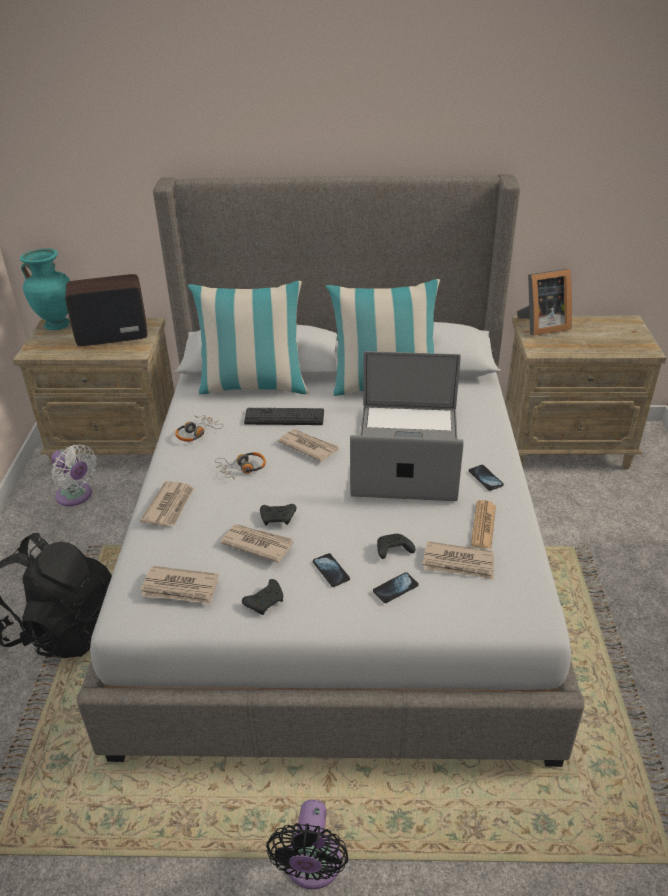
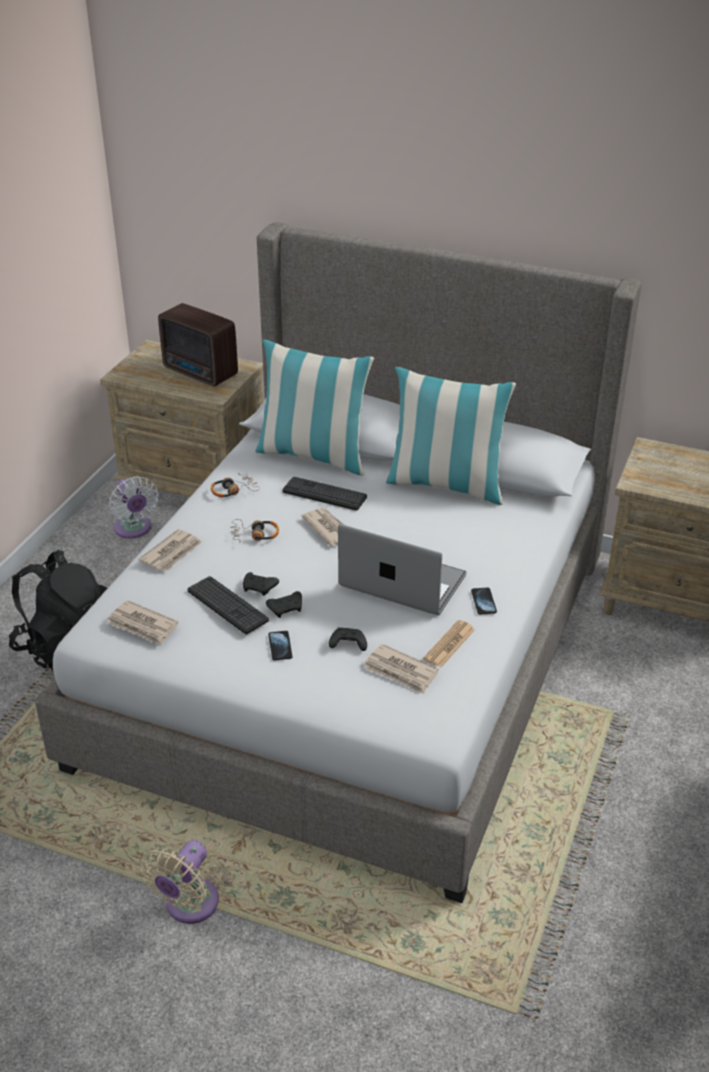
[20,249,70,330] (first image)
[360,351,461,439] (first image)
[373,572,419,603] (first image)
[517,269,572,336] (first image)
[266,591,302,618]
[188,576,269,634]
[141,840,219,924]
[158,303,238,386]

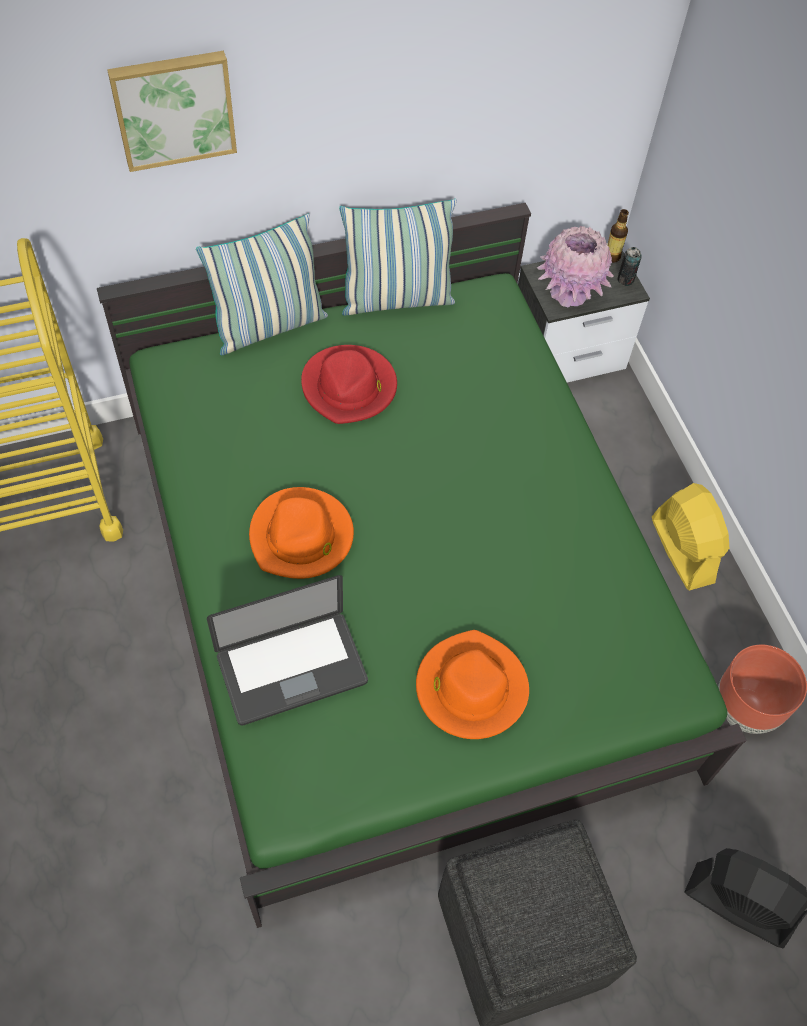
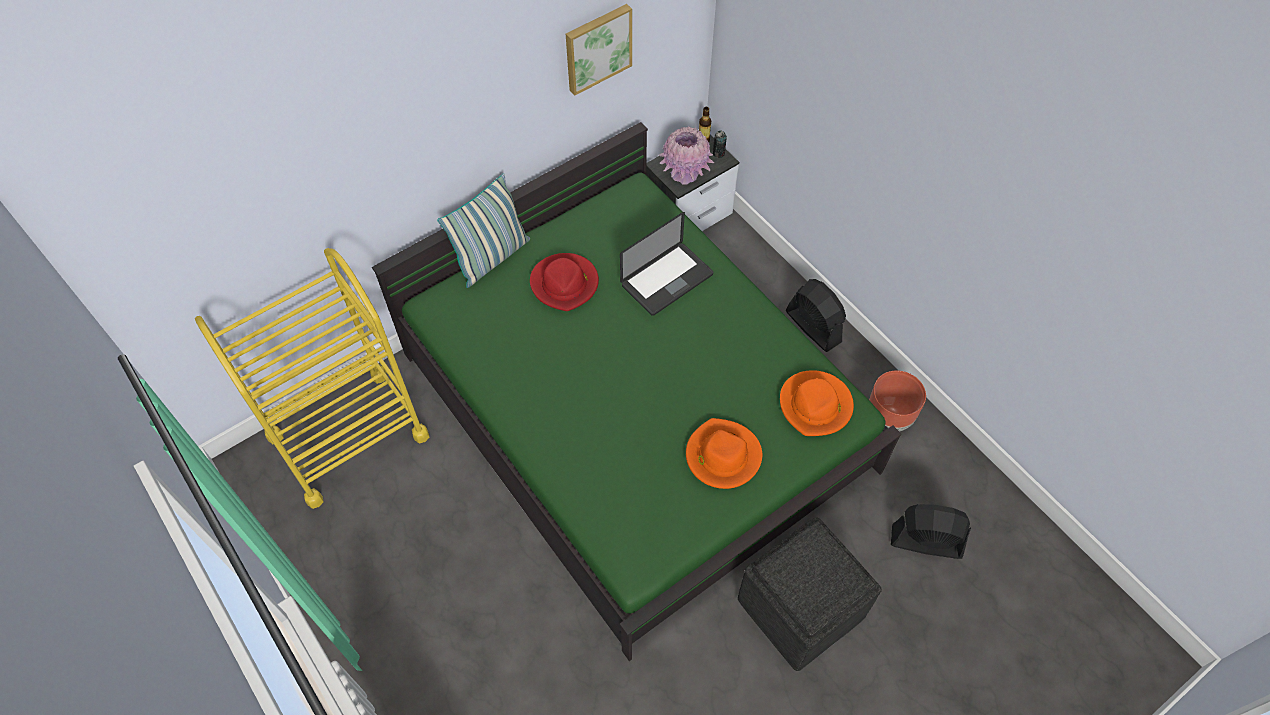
[339,199,457,316] (first image)
[566,4,632,96]
[620,212,713,316]
[780,370,854,436]
[786,279,846,352]

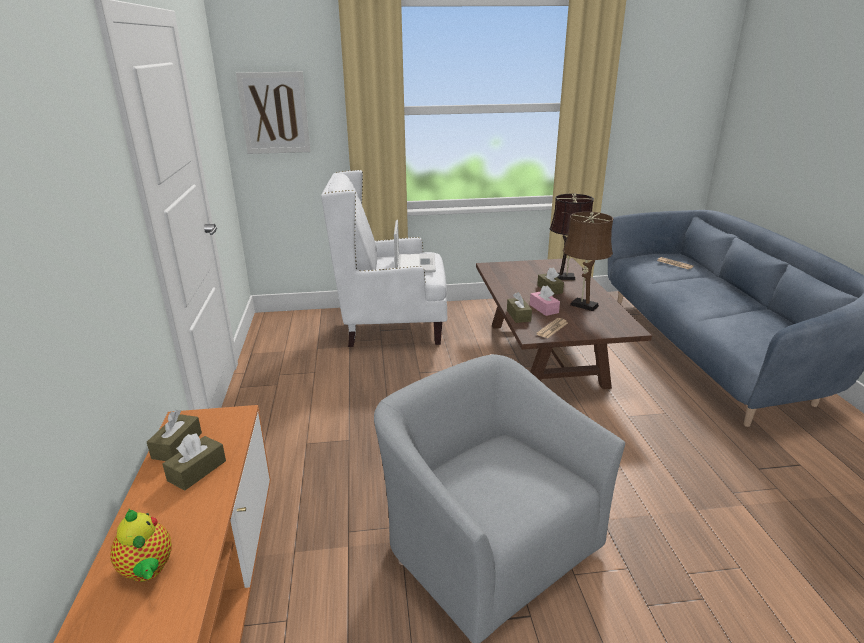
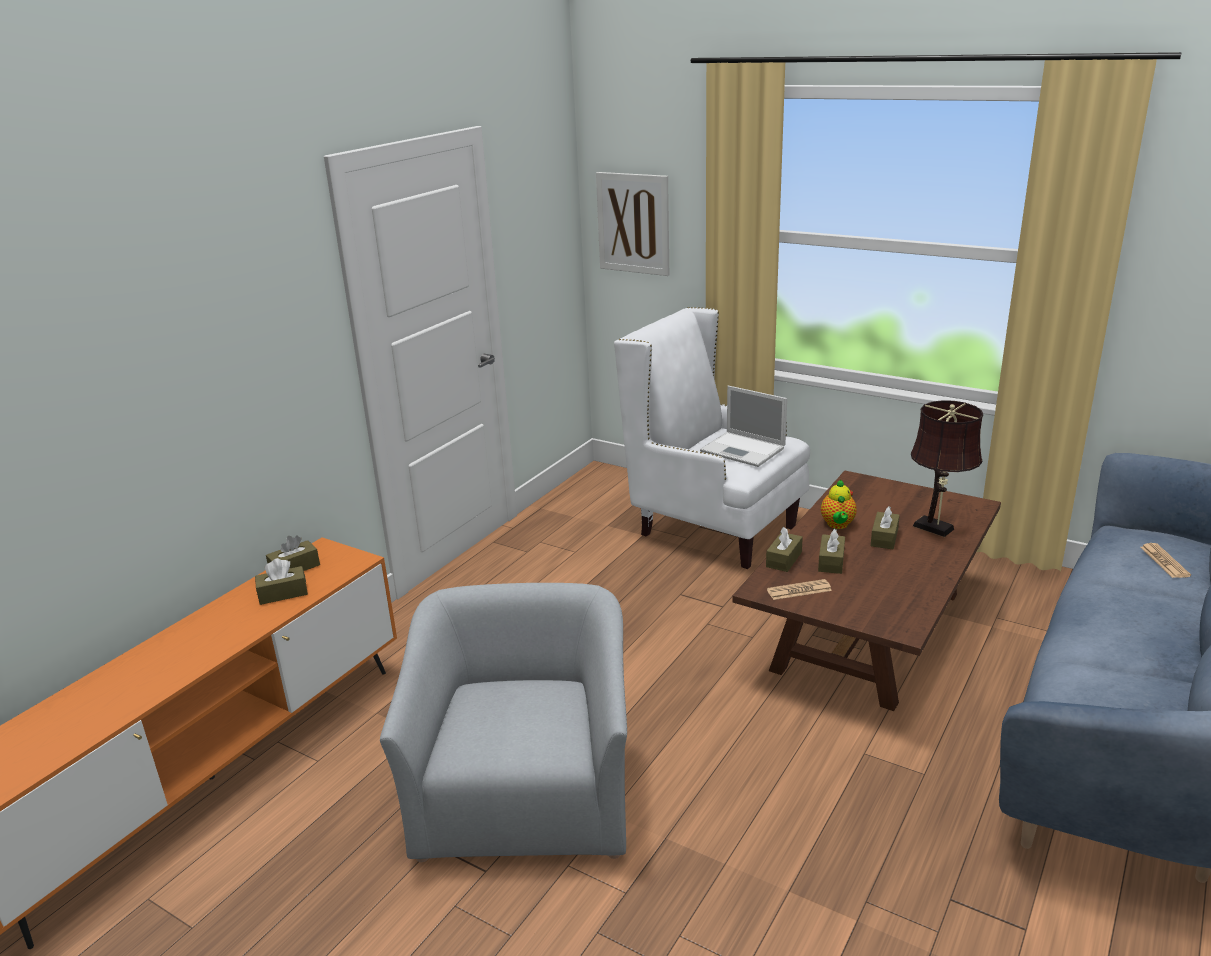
[563,212,613,311] (first image)
[821,479,857,529]
[818,528,845,574]
[700,386,787,467]

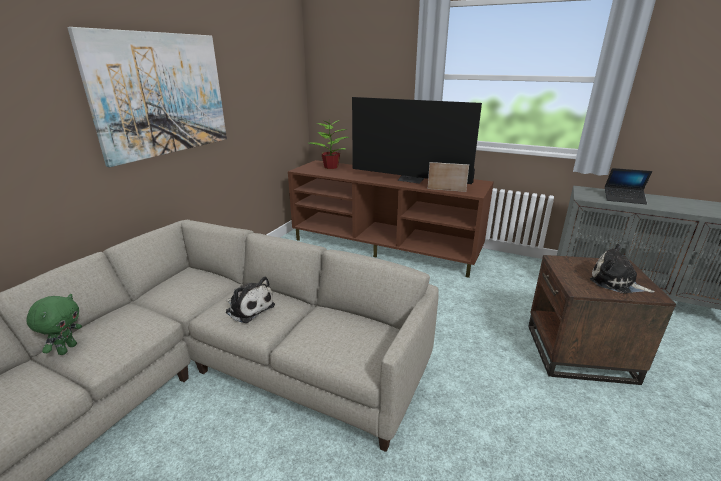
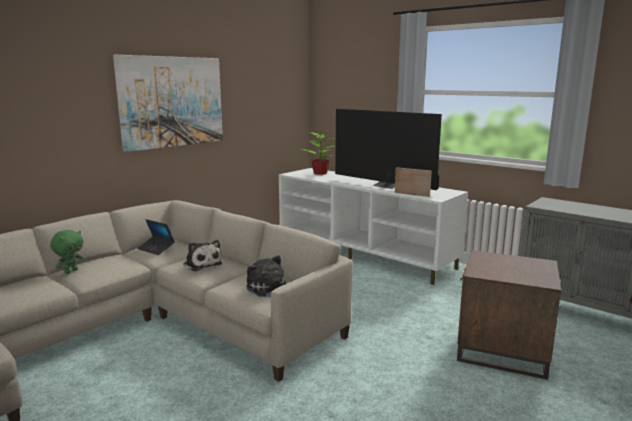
[247,255,286,297]
[137,219,175,255]
[279,168,468,285]

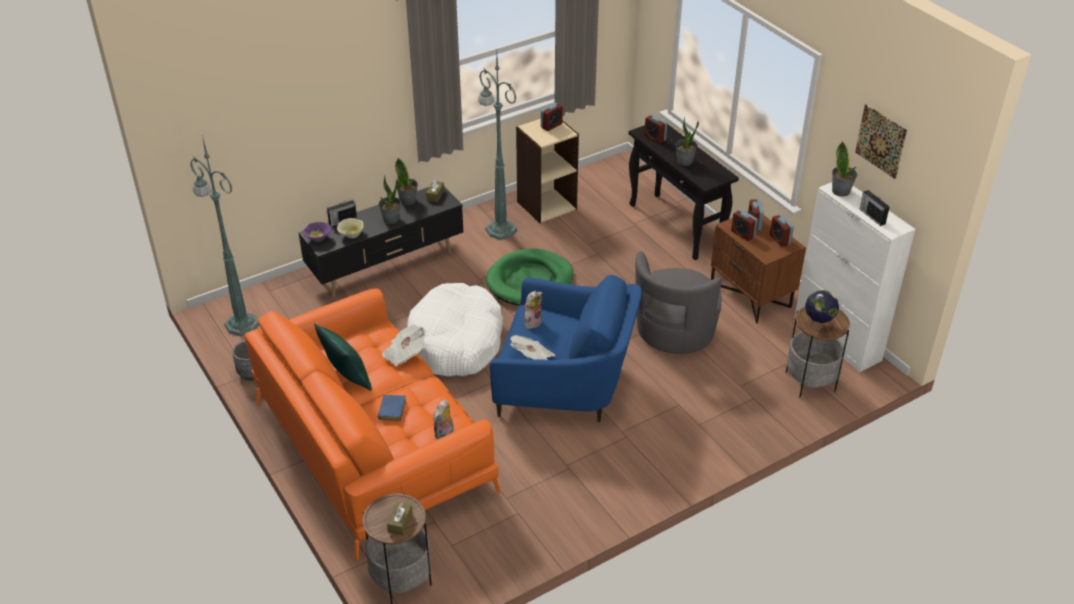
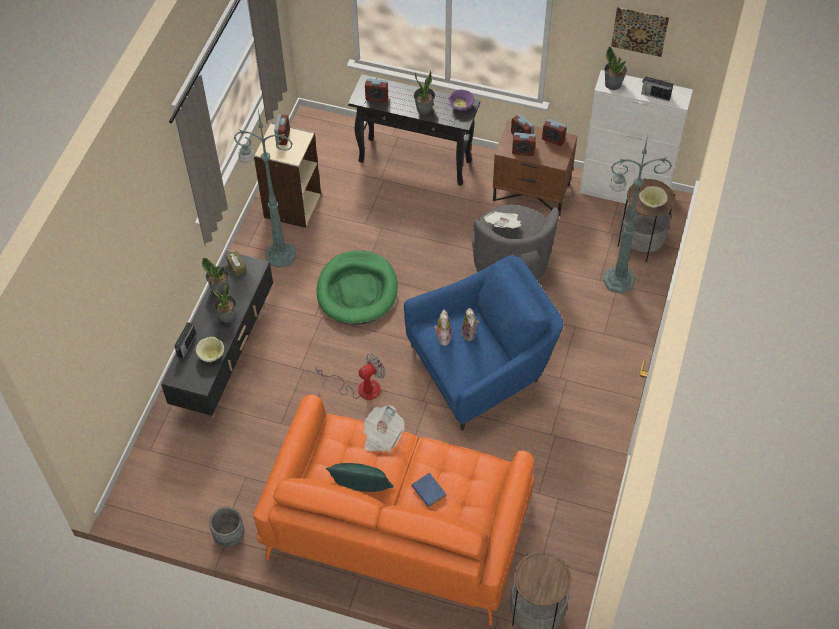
[387,502,413,536] (first image)
[603,136,672,293]
[449,90,475,110]
[461,308,479,341]
[484,211,521,228]
[316,354,386,400]
[639,186,668,207]

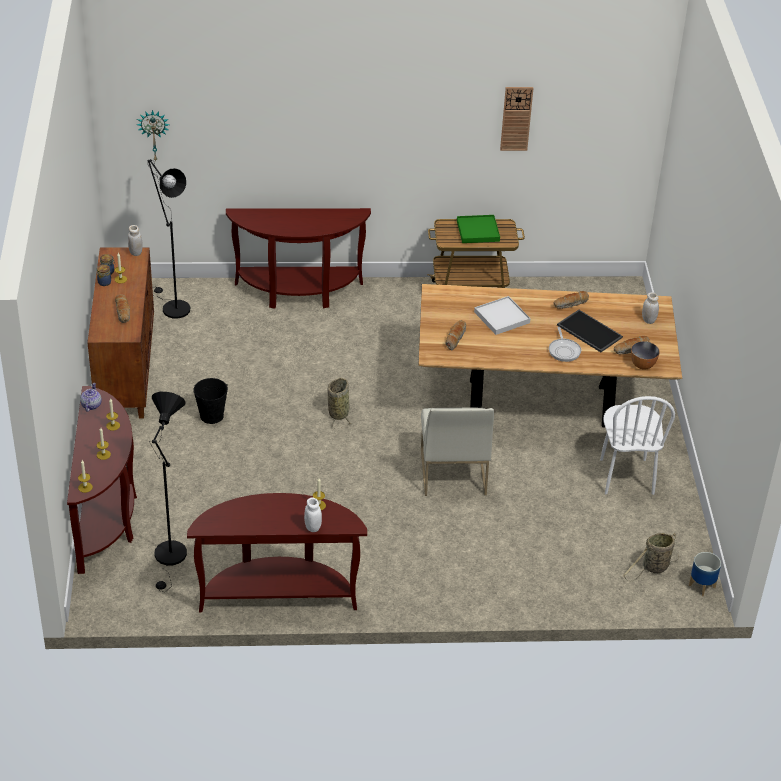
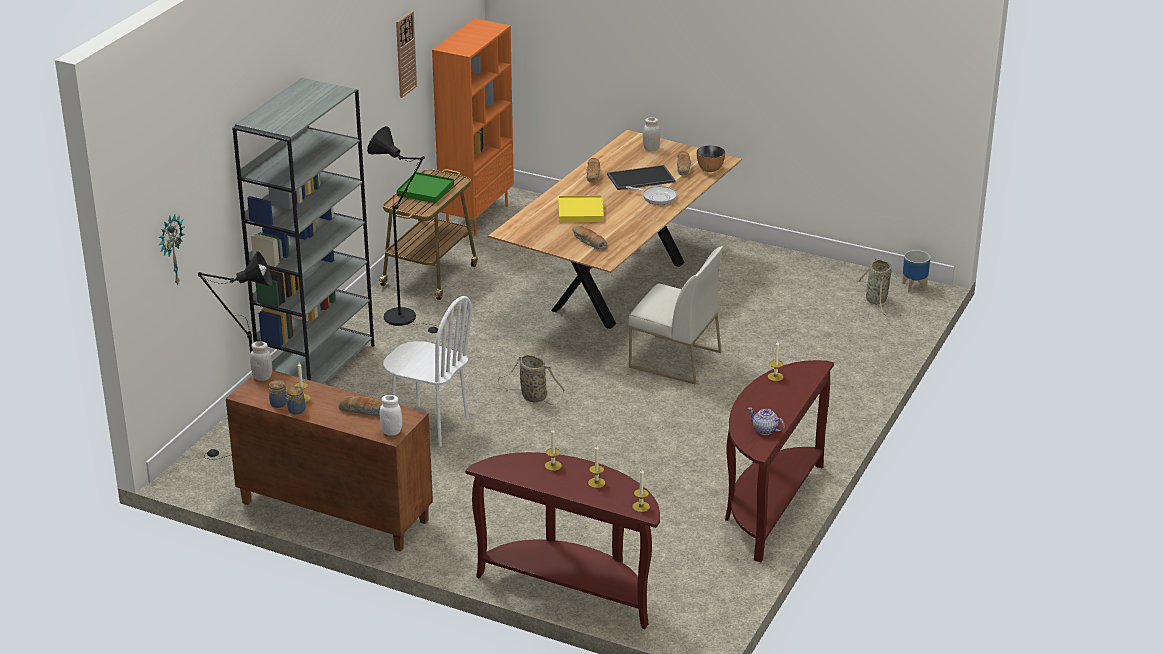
[194,378,228,424] (first image)
[432,18,514,235]
[748,407,785,435]
[367,126,438,333]
[380,395,402,436]
[383,296,472,447]
[232,78,374,384]
[558,195,604,222]

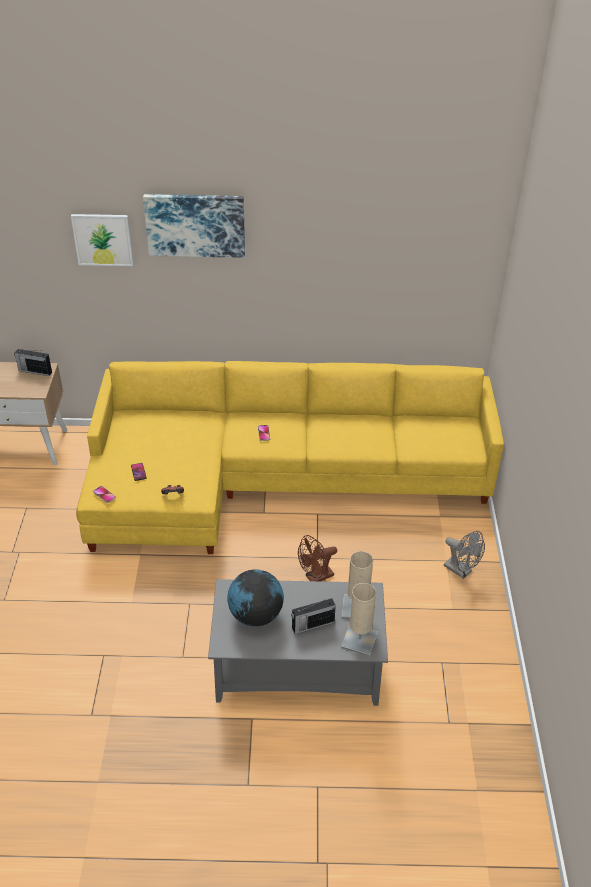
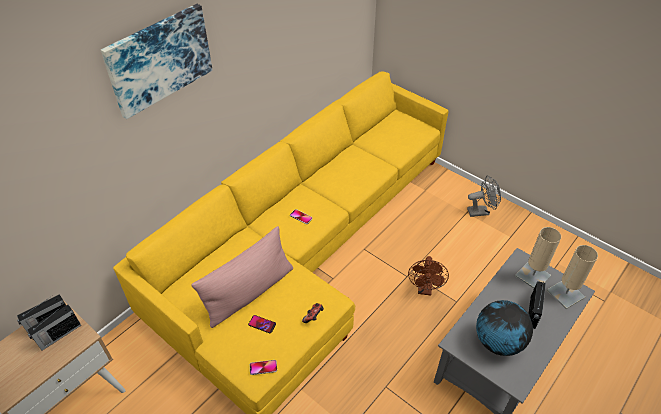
[71,214,133,266] (first image)
[27,305,81,351]
[191,226,293,328]

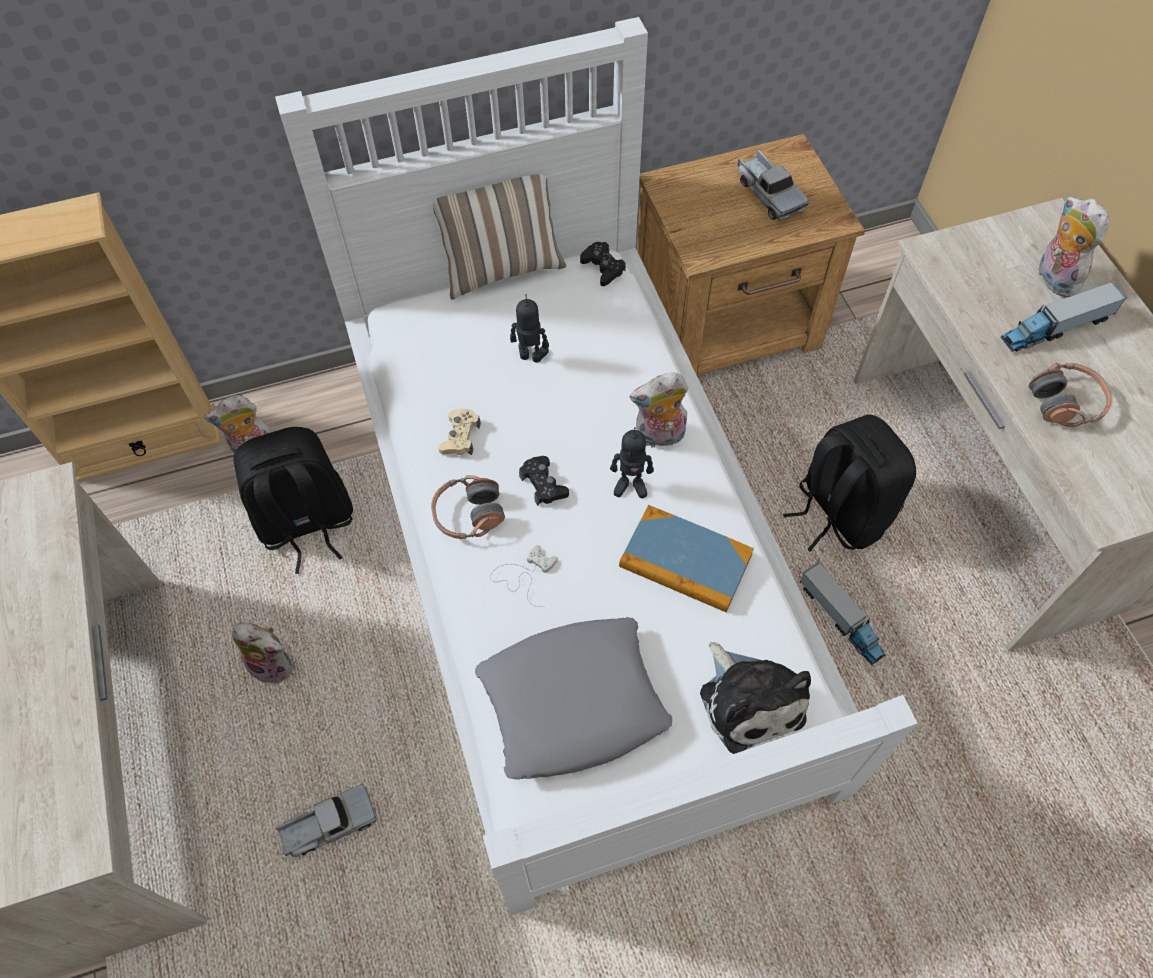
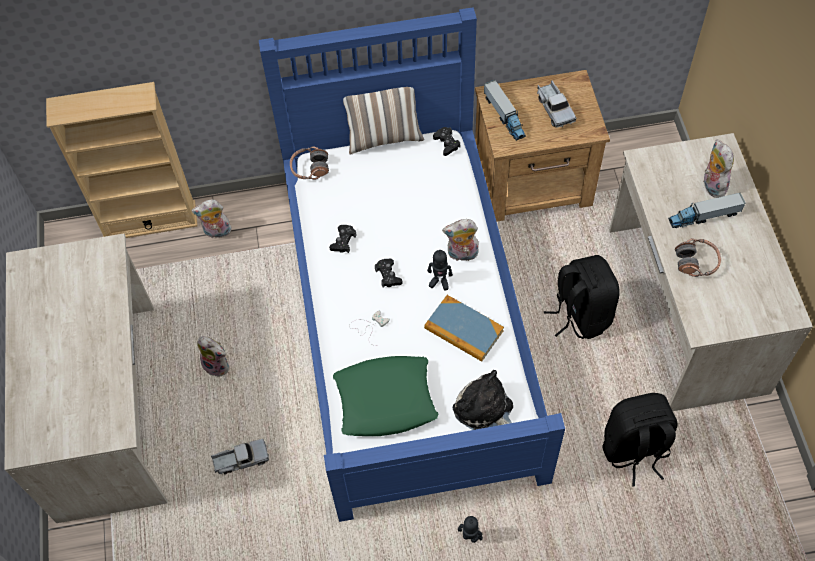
[602,393,678,486]
[290,146,329,180]
[458,516,483,543]
[484,80,526,141]
[259,7,565,522]
[329,225,357,253]
[333,356,438,436]
[453,370,513,430]

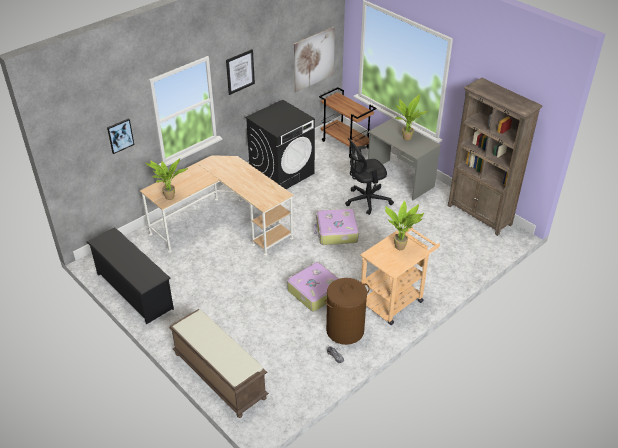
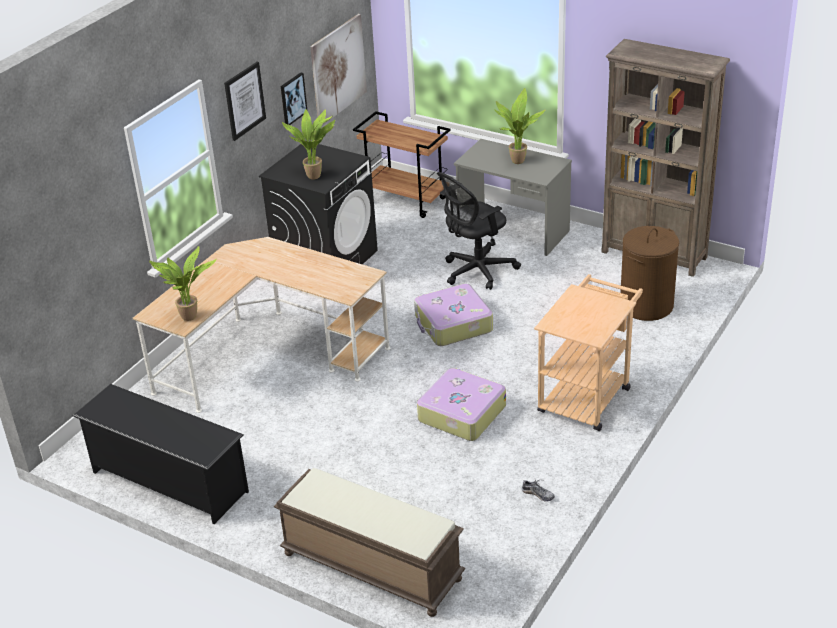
[281,72,308,125]
[620,226,679,321]
[282,109,335,179]

